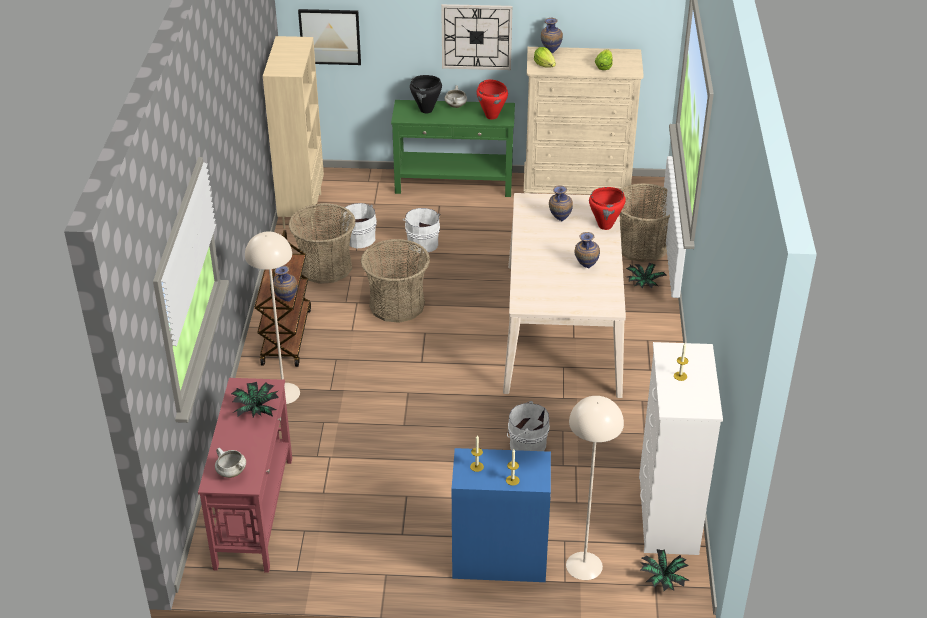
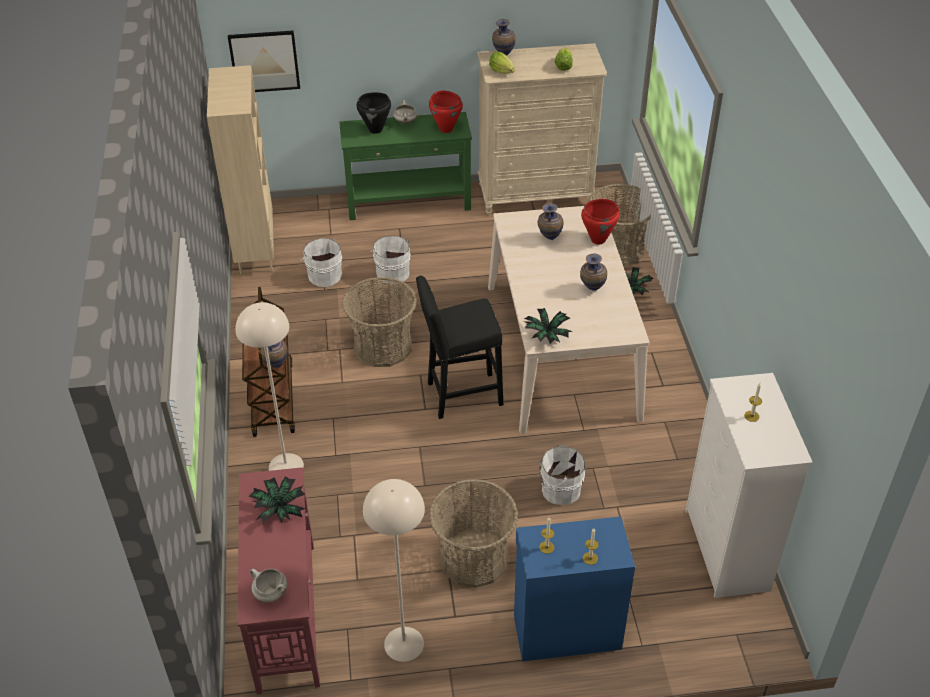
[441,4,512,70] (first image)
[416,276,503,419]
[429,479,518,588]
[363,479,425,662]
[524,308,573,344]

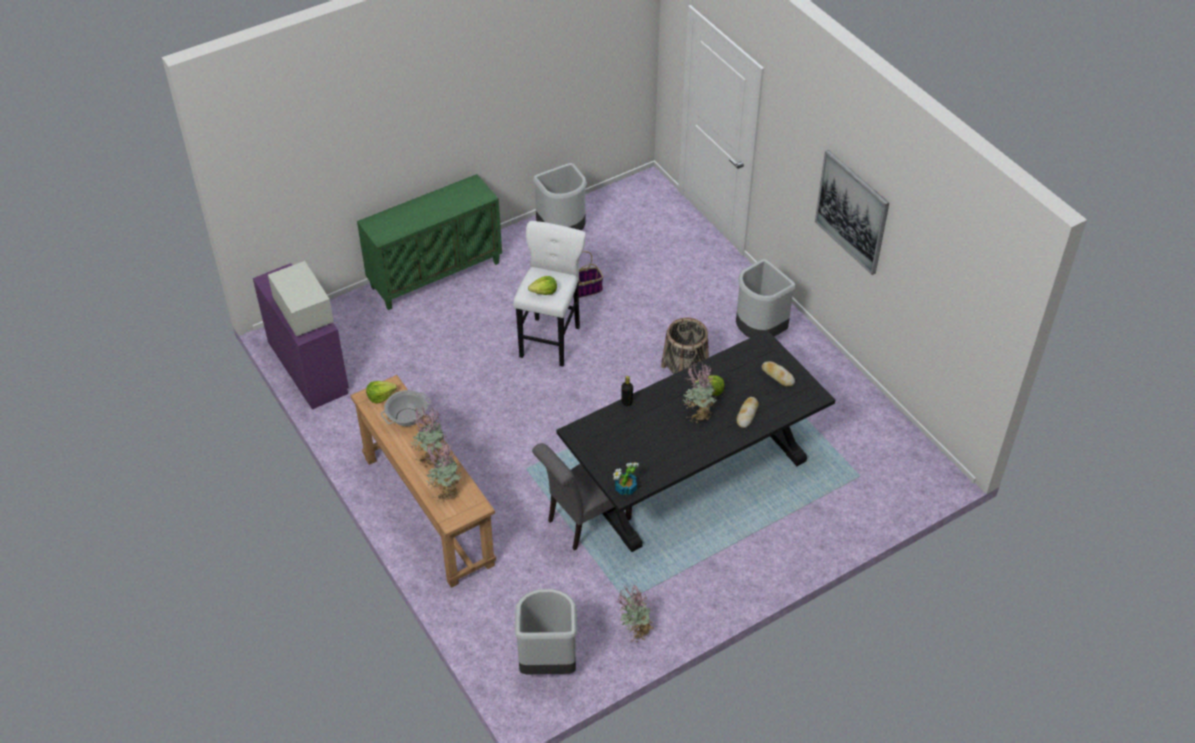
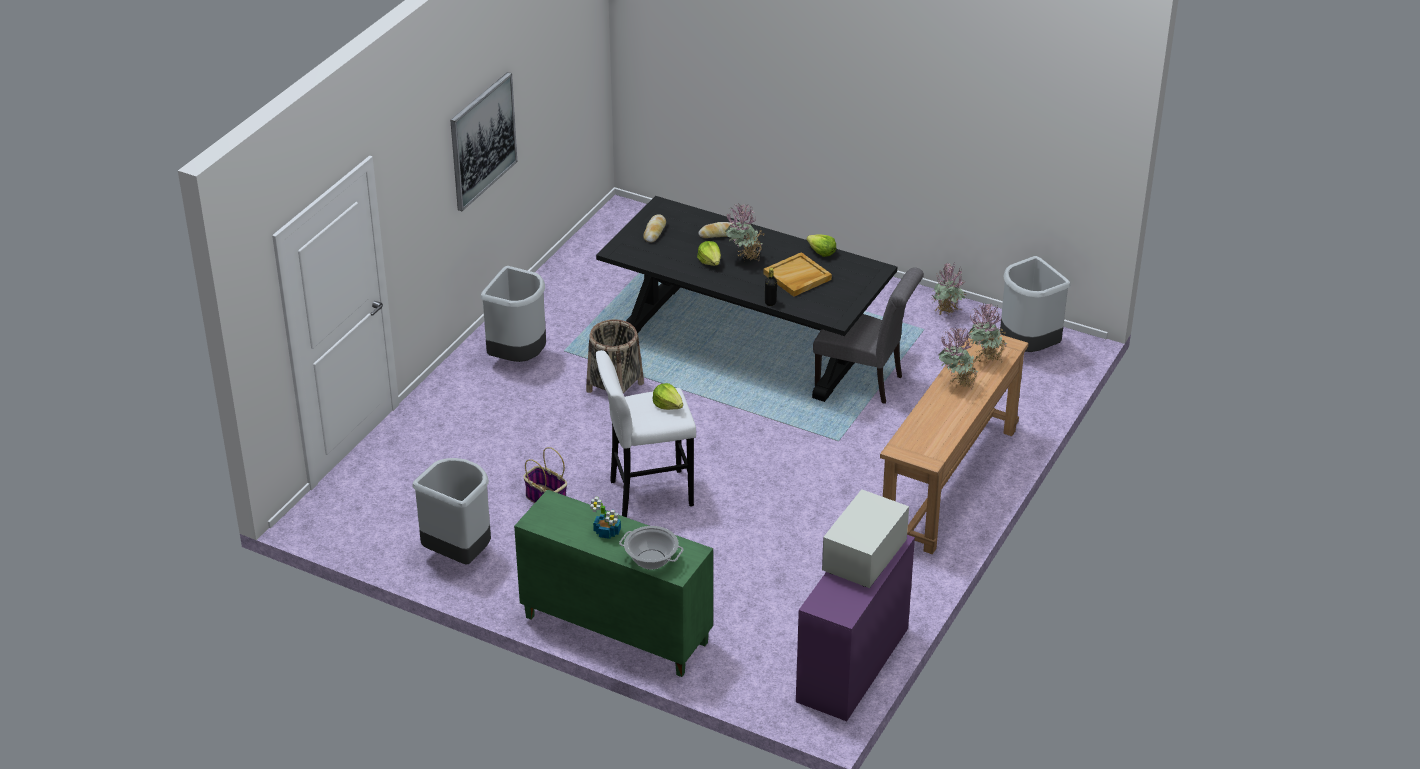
[764,252,832,297]
[807,234,836,257]
[619,526,684,570]
[590,497,621,539]

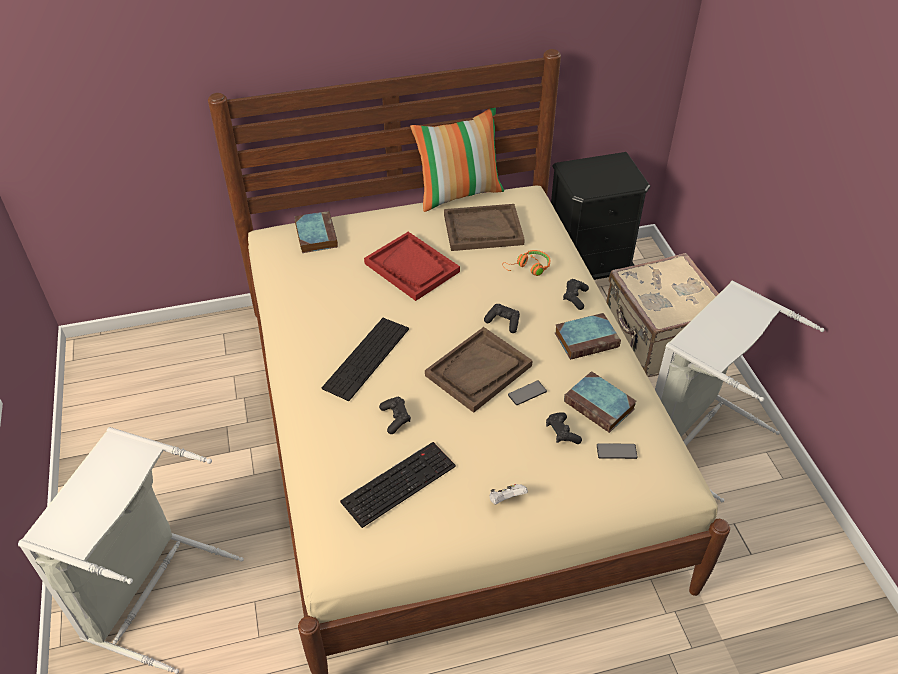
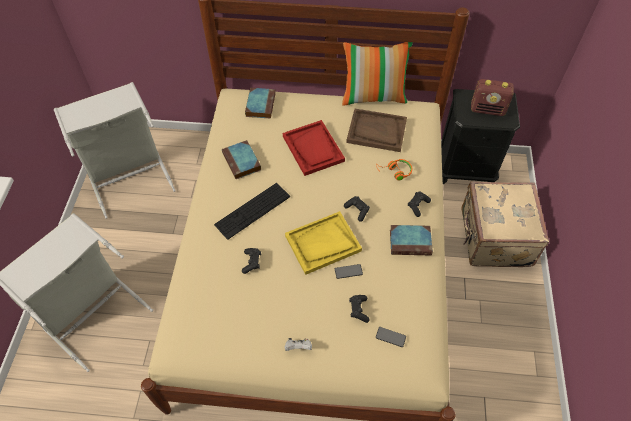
[340,442,456,528] (first image)
[471,79,514,116]
[222,140,261,179]
[54,82,176,219]
[285,211,362,275]

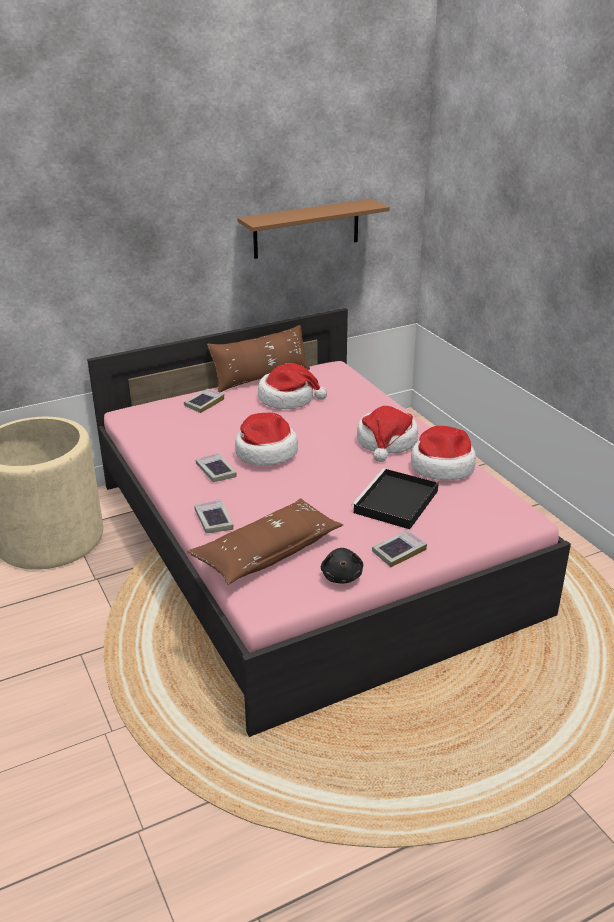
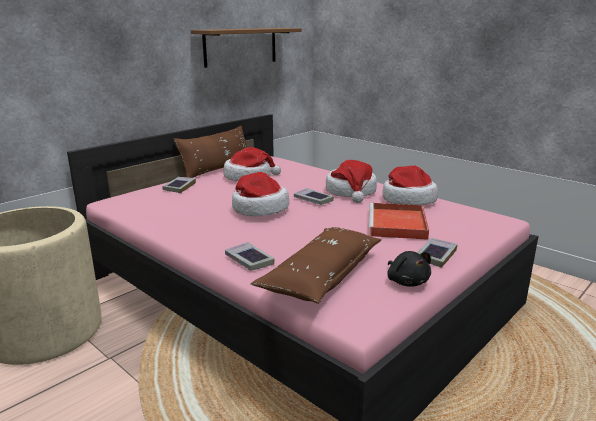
[294,188,334,205]
[369,203,429,240]

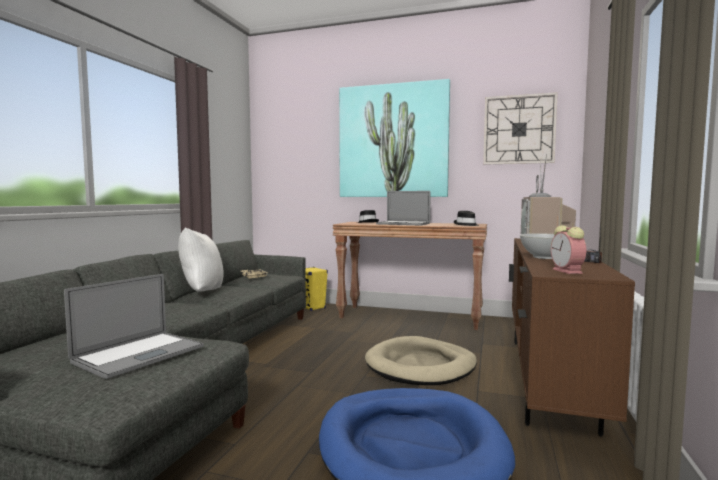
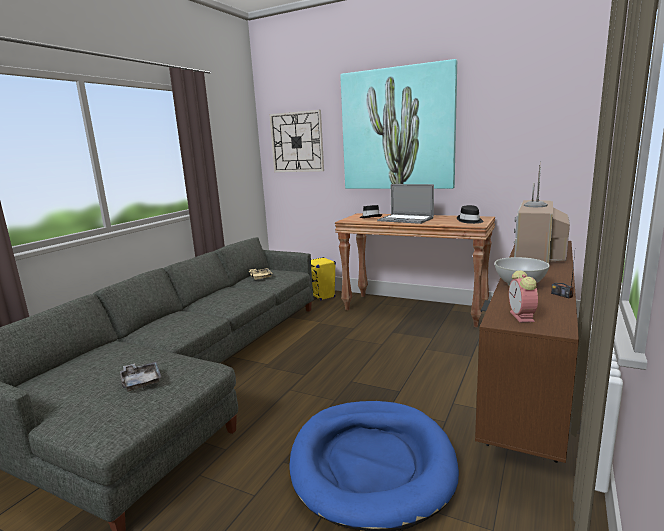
[178,227,224,292] (first image)
[365,336,477,385] (first image)
[269,110,324,172]
[120,361,161,392]

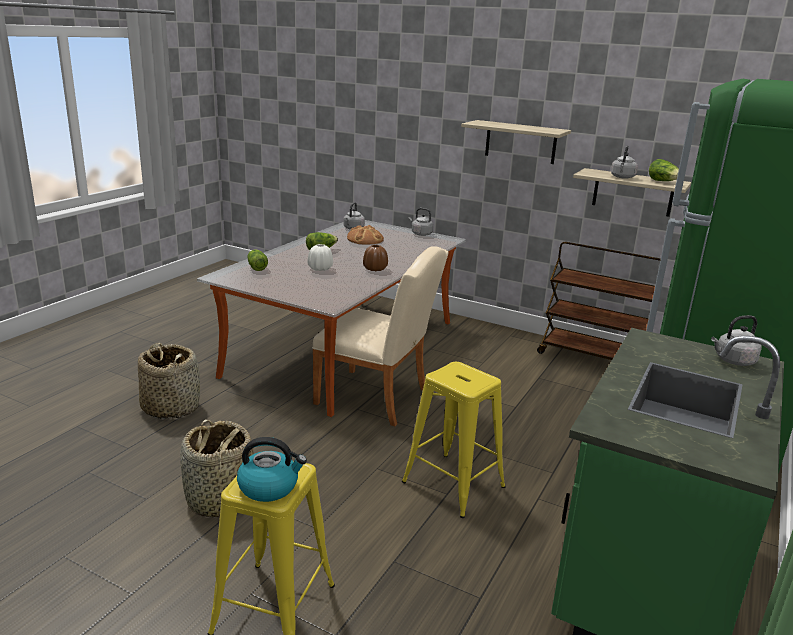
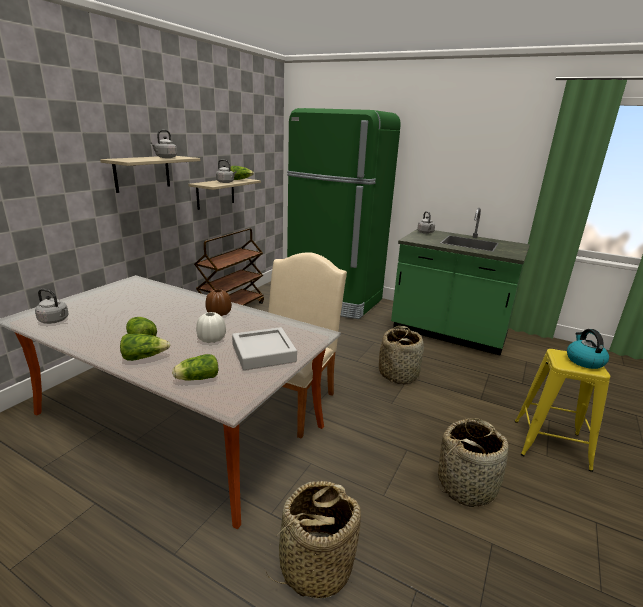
[347,225,384,244] (first image)
[120,334,170,361]
[232,327,297,370]
[150,130,177,158]
[379,326,424,384]

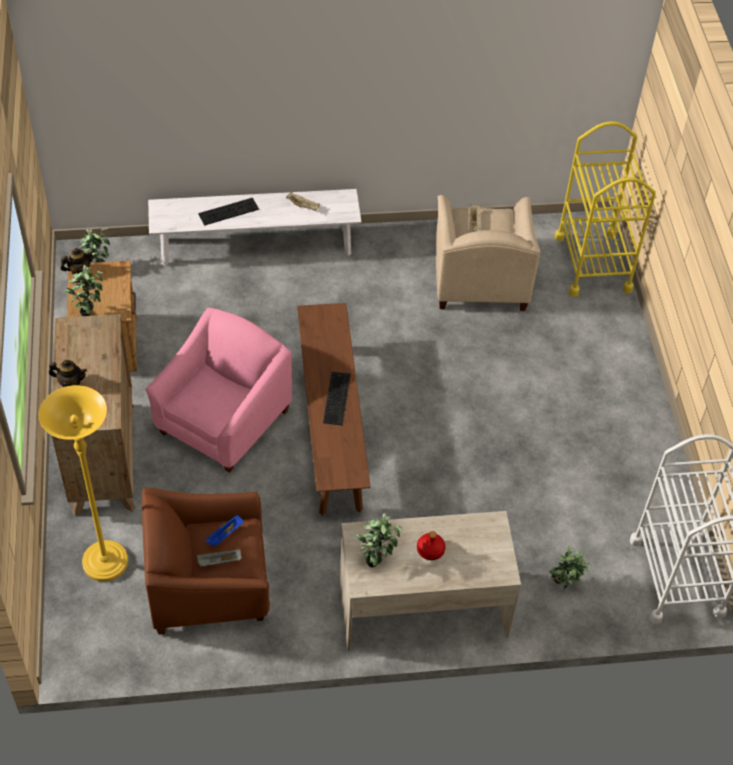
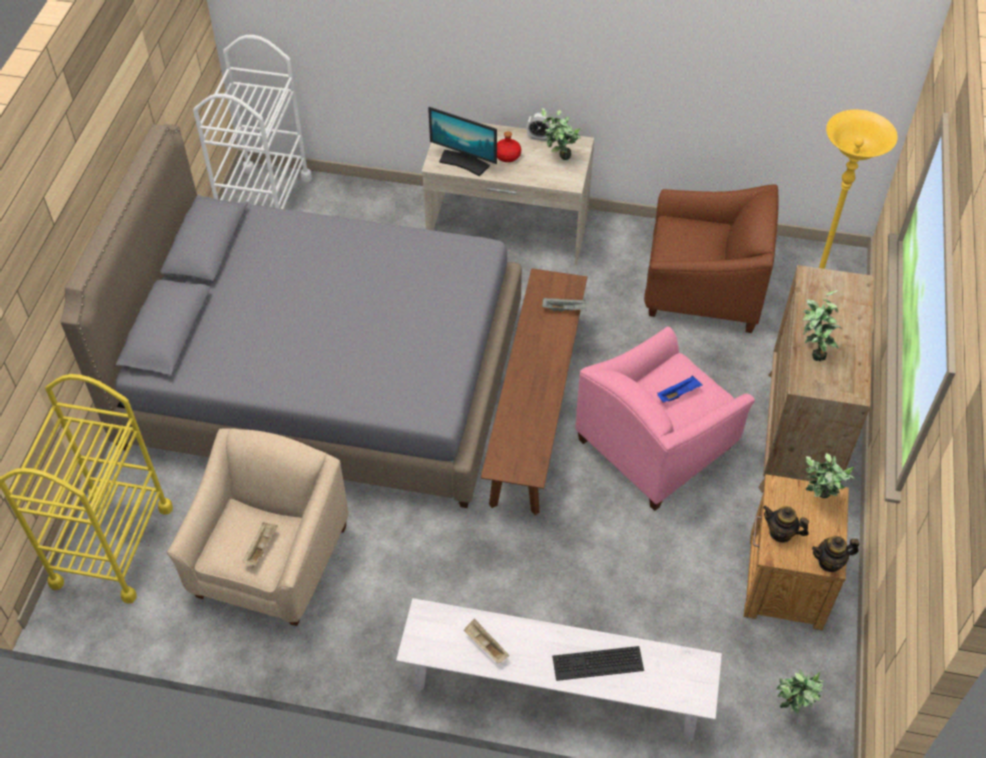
[323,372,351,425] (first image)
[60,124,522,508]
[428,107,497,176]
[526,112,552,141]
[763,505,809,543]
[542,298,587,312]
[657,375,703,403]
[802,290,842,361]

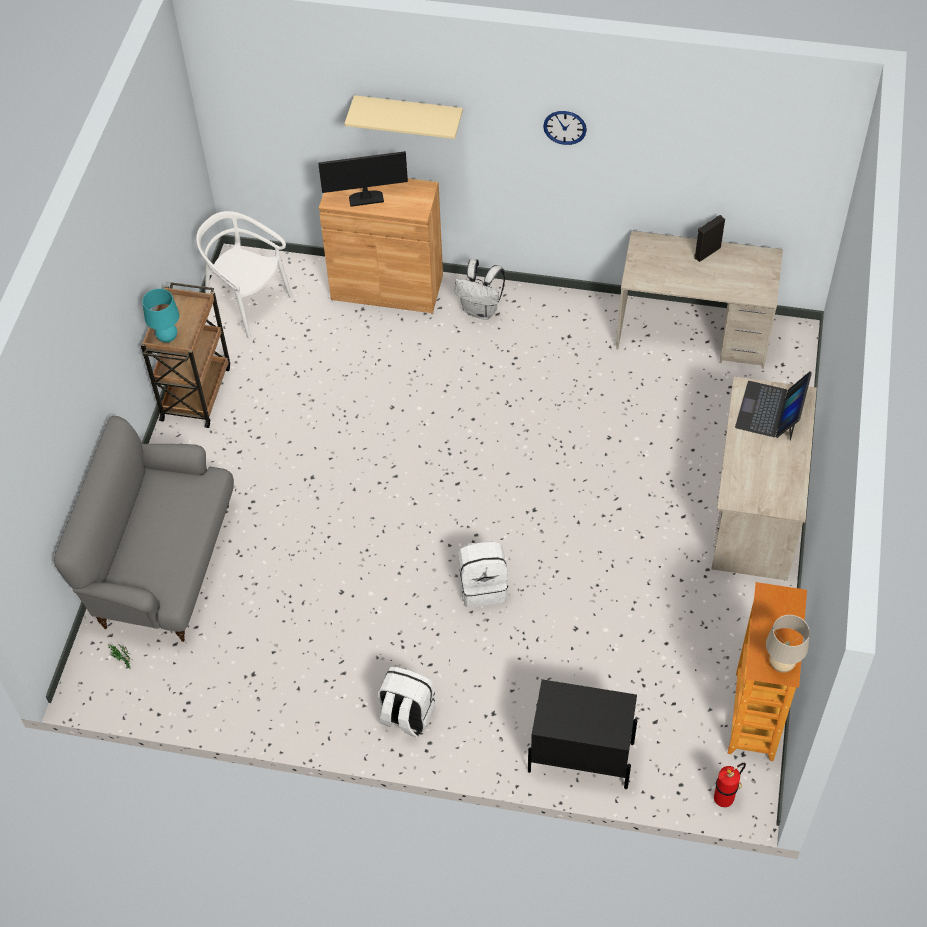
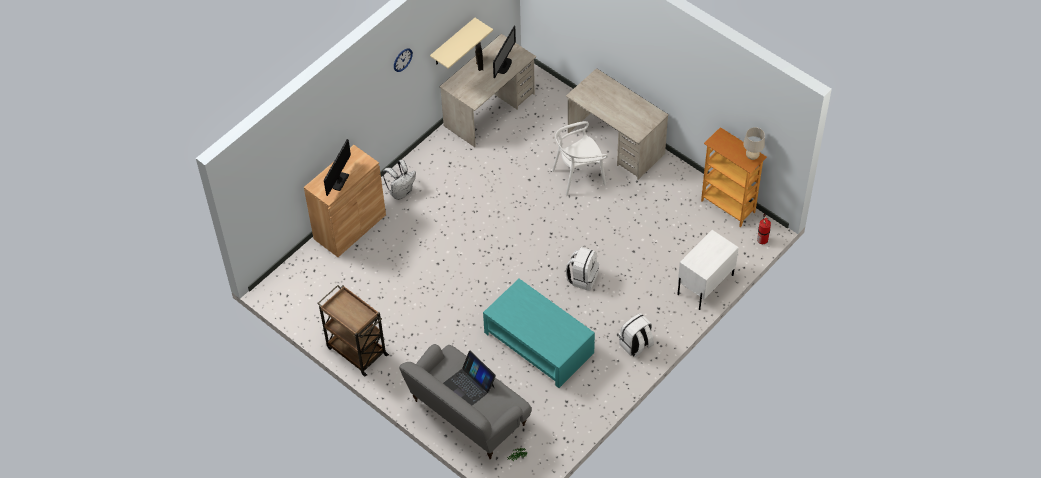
[143,289,179,343] (first image)
[483,279,595,388]
[493,26,516,78]
[552,121,608,196]
[430,18,493,69]
[443,351,496,405]
[677,230,739,310]

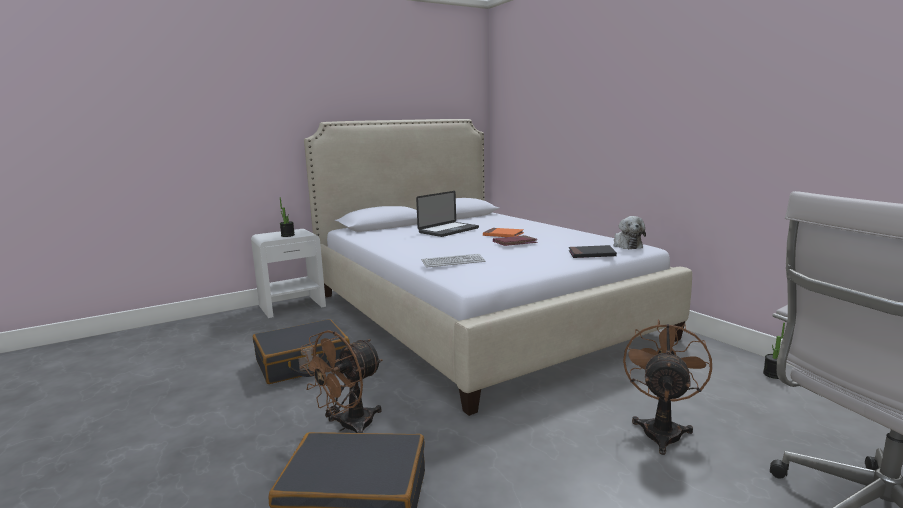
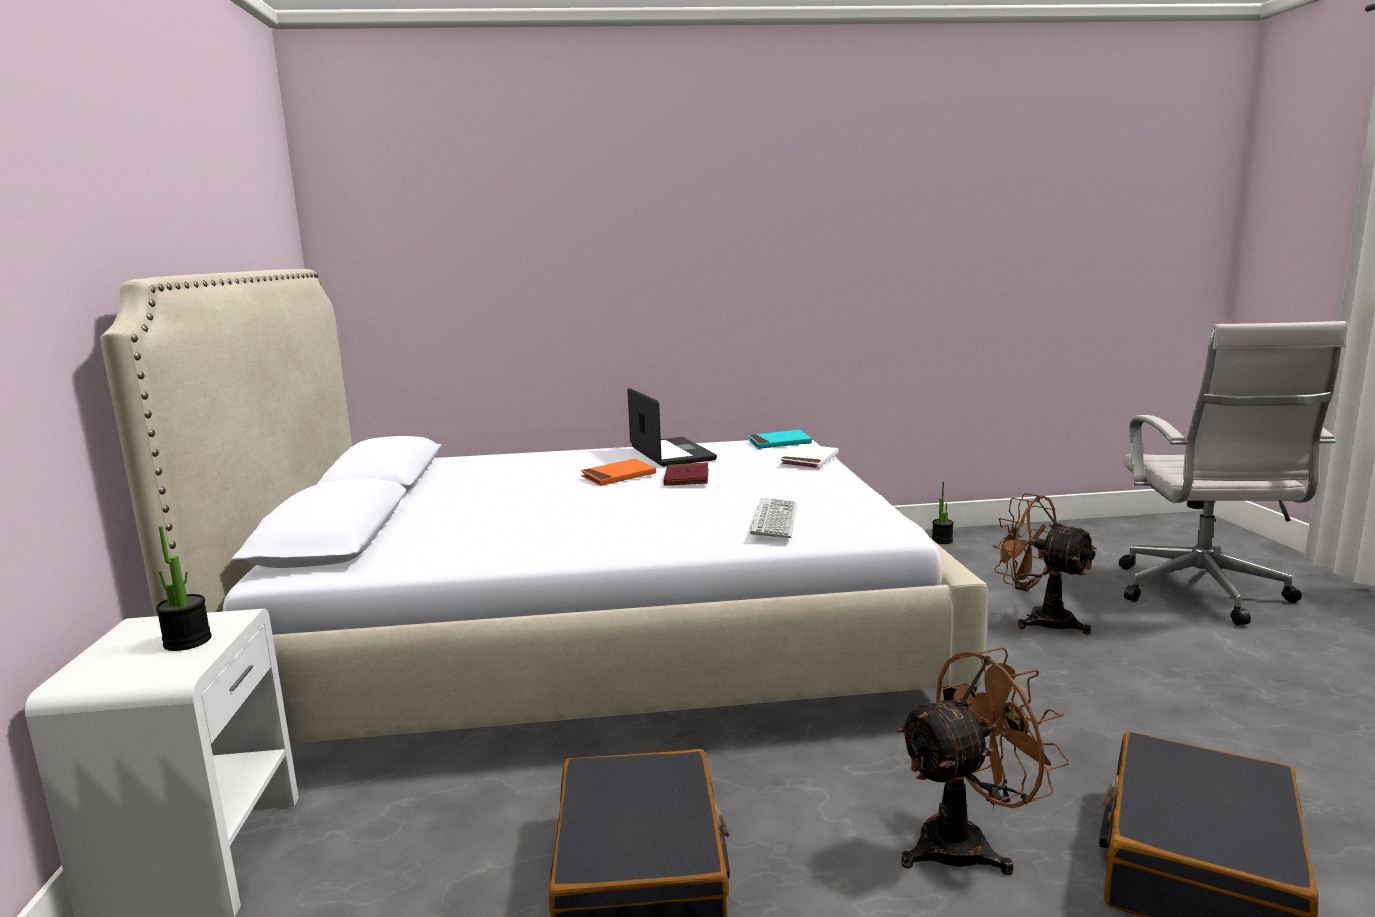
[627,388,717,467]
[748,430,812,449]
[780,444,838,469]
[897,647,1070,875]

